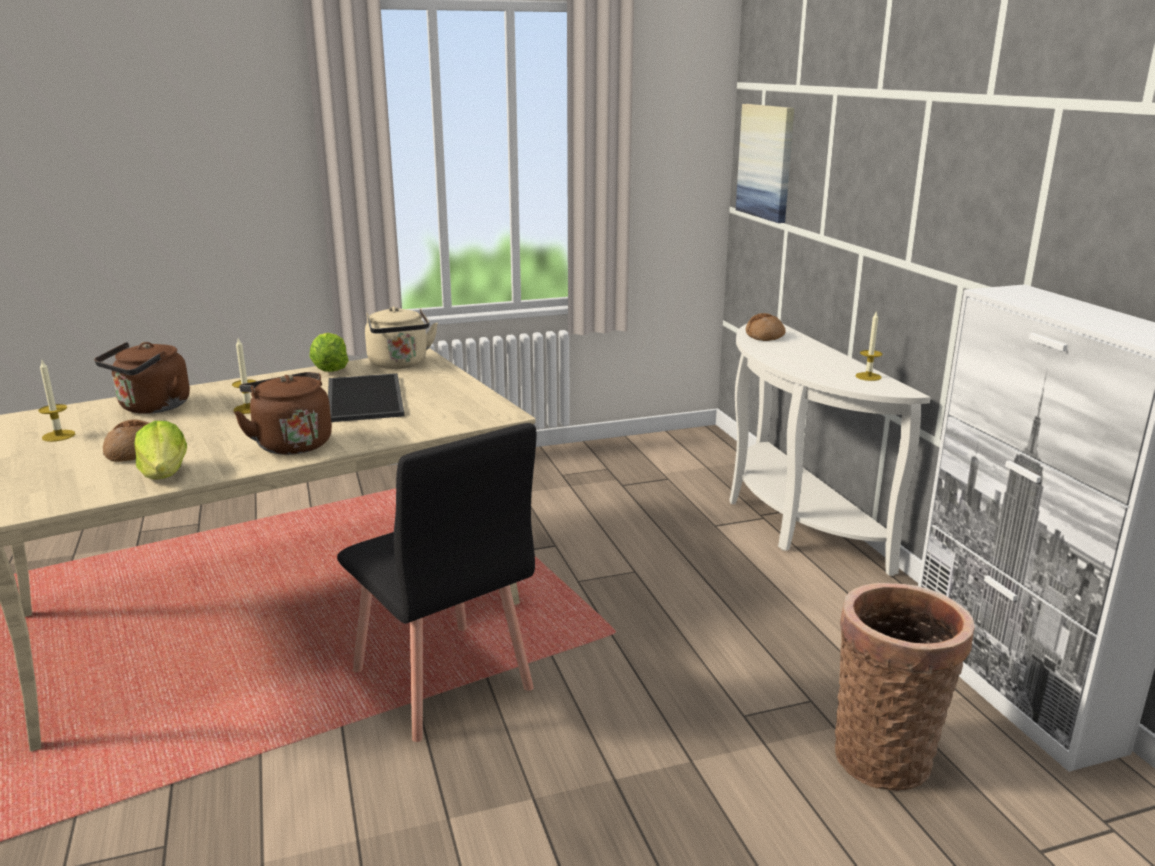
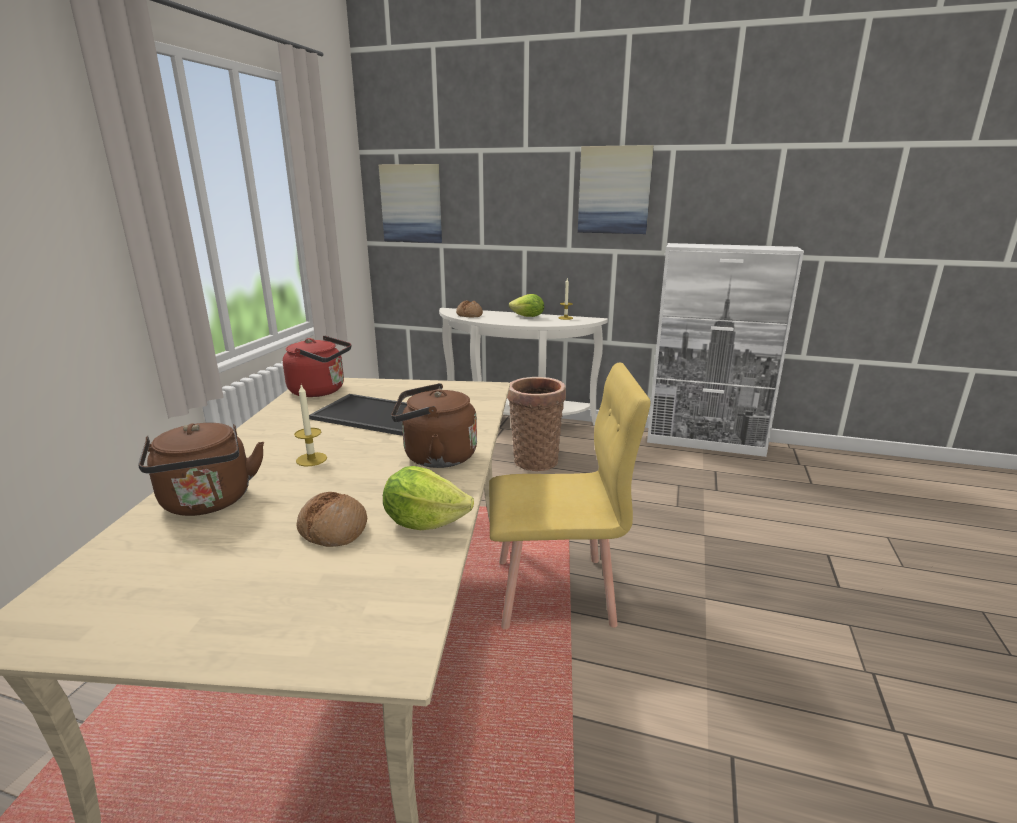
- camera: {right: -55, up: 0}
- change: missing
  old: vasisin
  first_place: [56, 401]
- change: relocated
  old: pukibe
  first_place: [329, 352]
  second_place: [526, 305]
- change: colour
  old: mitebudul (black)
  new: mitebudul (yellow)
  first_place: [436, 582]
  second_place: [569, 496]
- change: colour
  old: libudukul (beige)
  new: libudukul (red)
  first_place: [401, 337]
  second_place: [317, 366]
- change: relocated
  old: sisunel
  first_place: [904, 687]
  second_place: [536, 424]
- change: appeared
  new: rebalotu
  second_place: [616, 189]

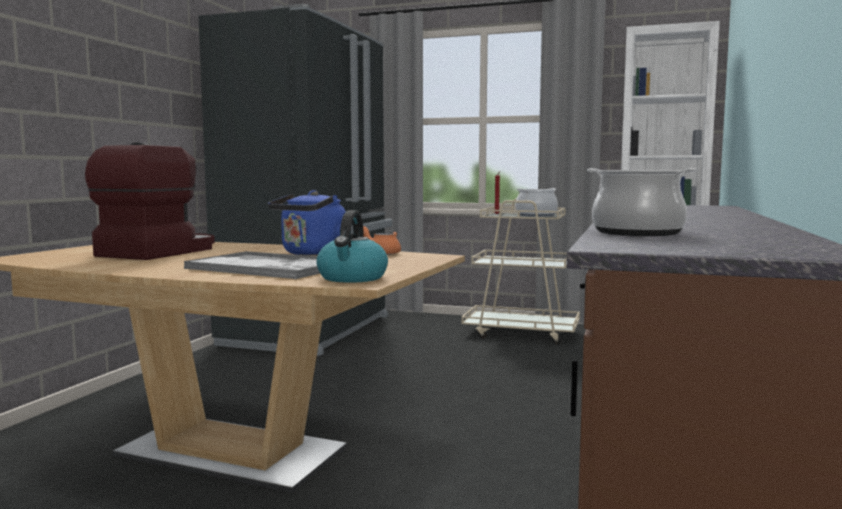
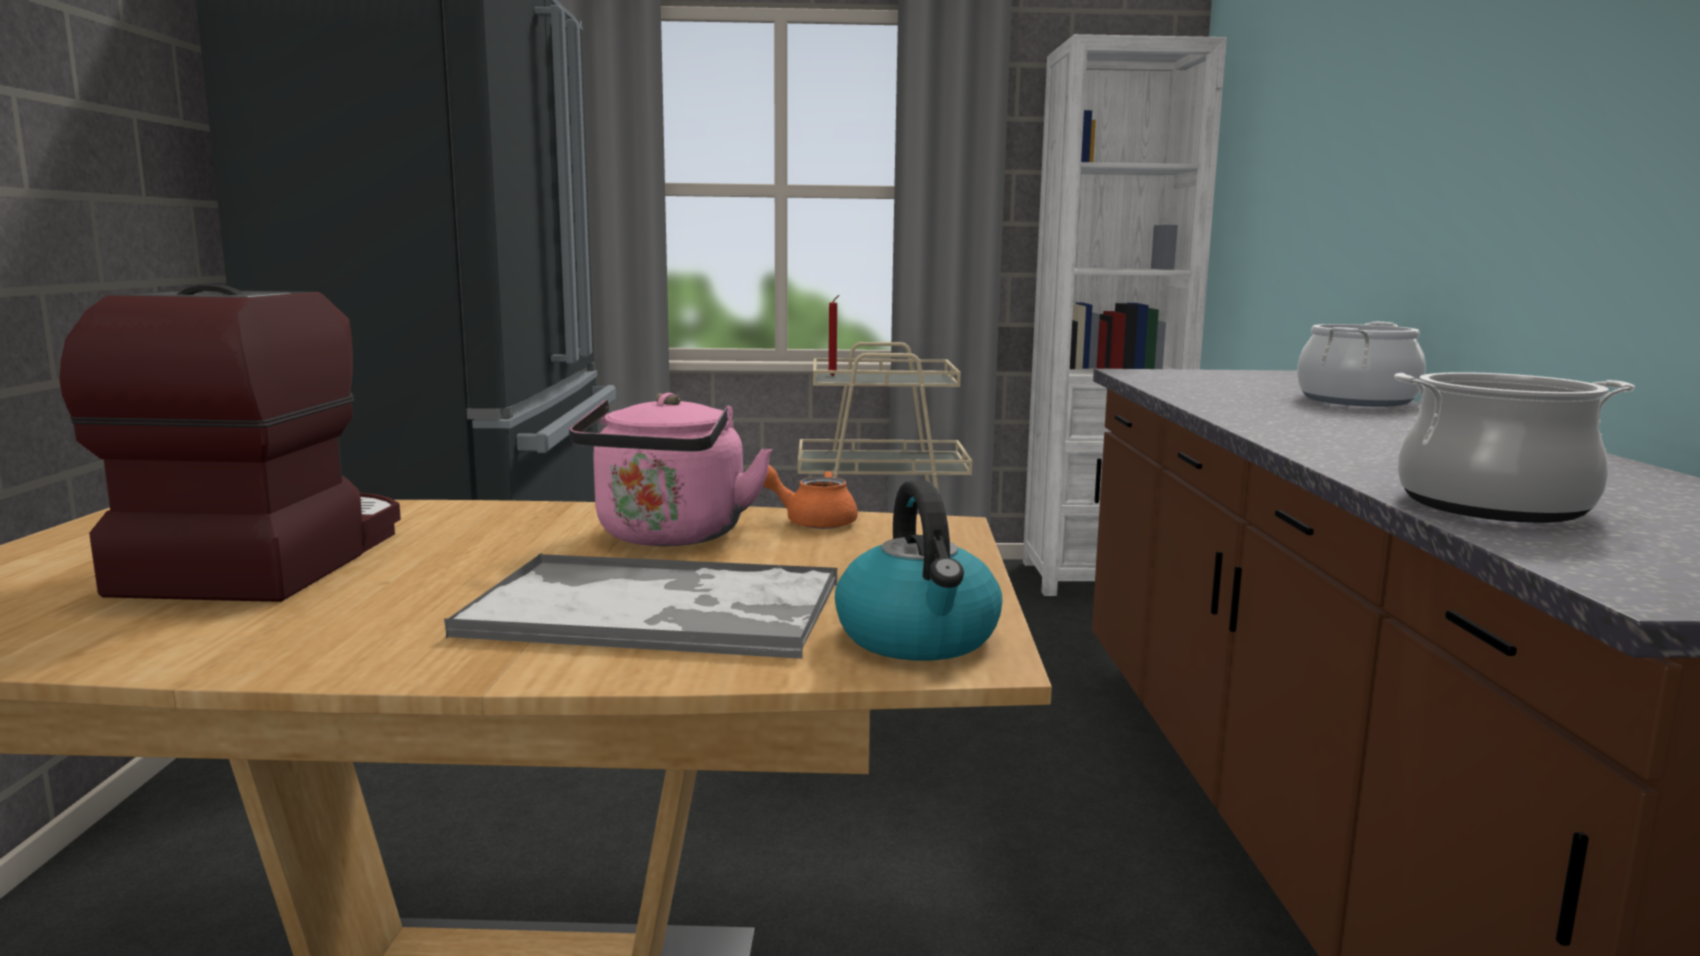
- camera: {right: -20, up: 5}
- change: colour
  old: libudukul (blue)
  new: libudukul (pink)
  first_place: [307, 223]
  second_place: [670, 469]
- change: relocated
  old: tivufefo
  first_place: [537, 202]
  second_place: [1361, 364]

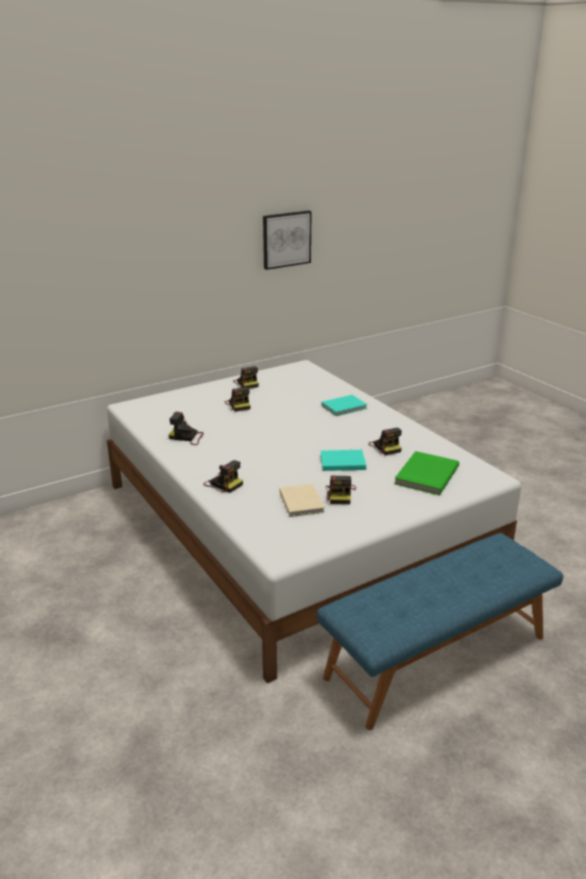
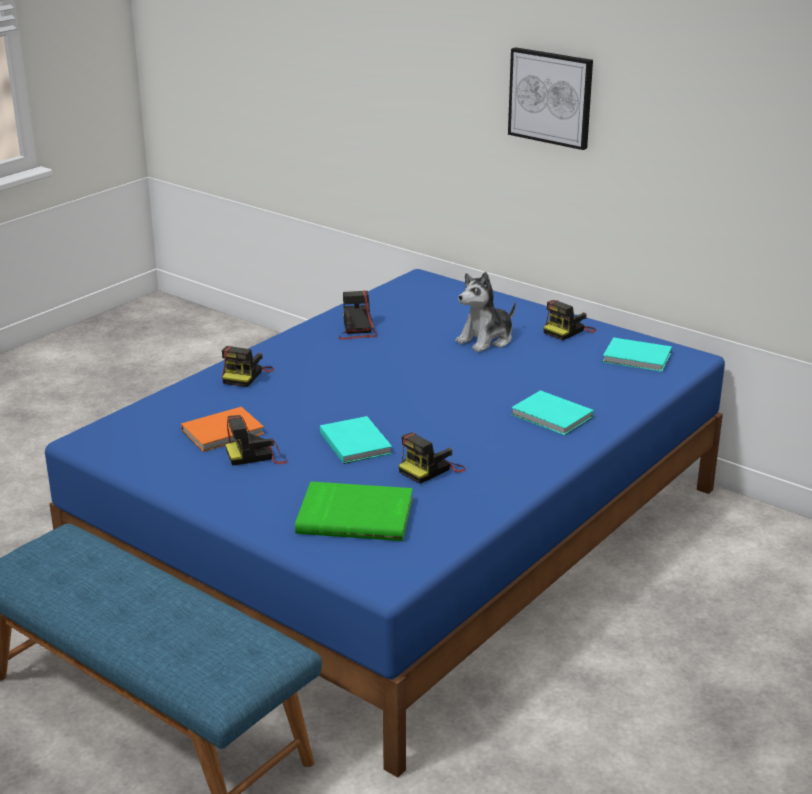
- camera: {right: 70, up: 0}
- change: colour
  old: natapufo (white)
  new: natapufo (blue)
  first_place: [314, 522]
  second_place: [385, 523]
- change: exchanged
  old: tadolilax
  new: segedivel
  first_place: [237, 399]
  second_place: [486, 312]
- change: relocated
  old: rebalotu
  first_place: [287, 240]
  second_place: [550, 98]
- change: colour
  old: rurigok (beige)
  new: rurigok (orange)
  first_place: [302, 500]
  second_place: [222, 429]
- change: appeared
  new: rurigok (turquoise)
  second_place: [637, 355]

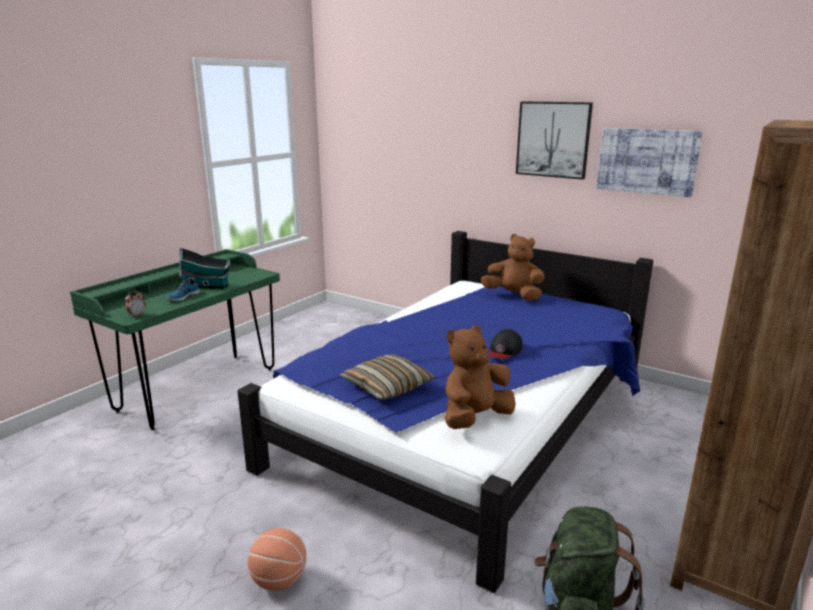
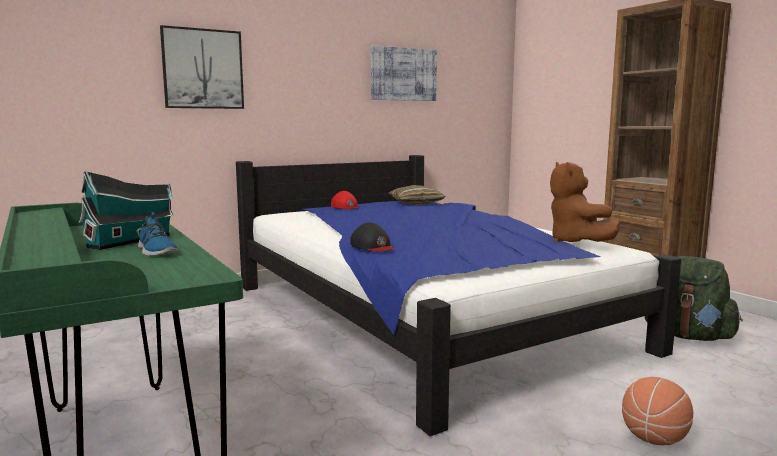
- camera: {right: -65, up: -10}
- change: missing
  old: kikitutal
  first_place: [135, 303]
- change: relocated
  old: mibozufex
  first_place: [387, 377]
  second_place: [416, 195]
- change: exchanged
  old: segedivel (brown)
  new: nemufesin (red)
  first_place: [513, 267]
  second_place: [345, 200]
- change: relocated
  old: nemufesin (black)
  first_place: [506, 344]
  second_place: [372, 237]
- change: relocated
  old: rebalotu
  first_place: [554, 140]
  second_place: [202, 67]

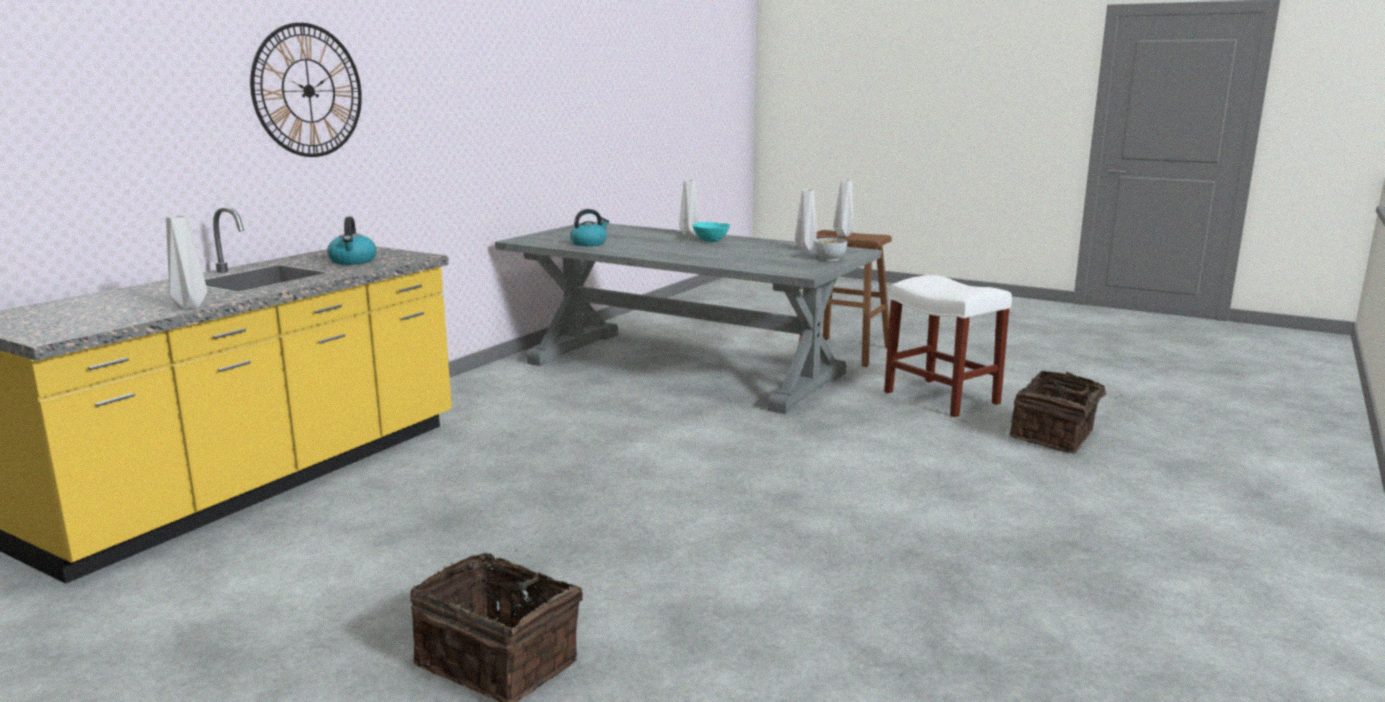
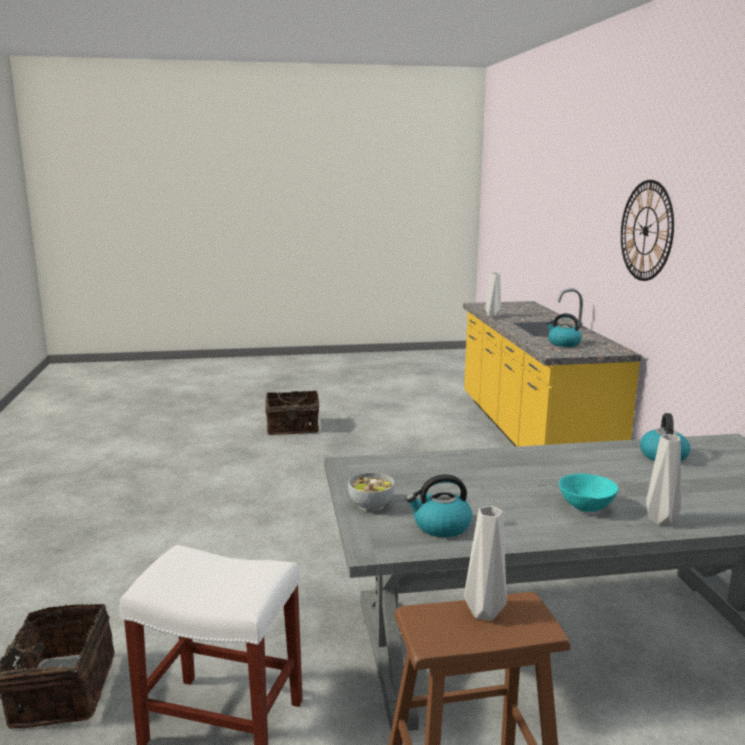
- camera: {right: 140, up: 0}
- change: exchanged
  old: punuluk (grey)
  new: libudukul
  first_place: [806, 220]
  second_place: [439, 505]

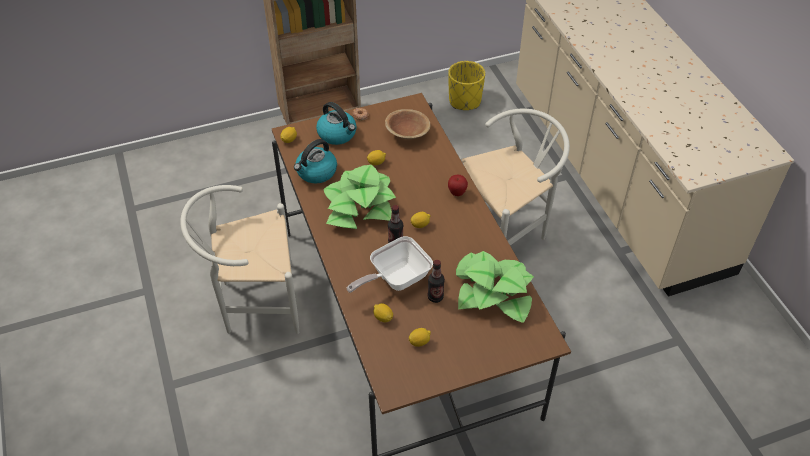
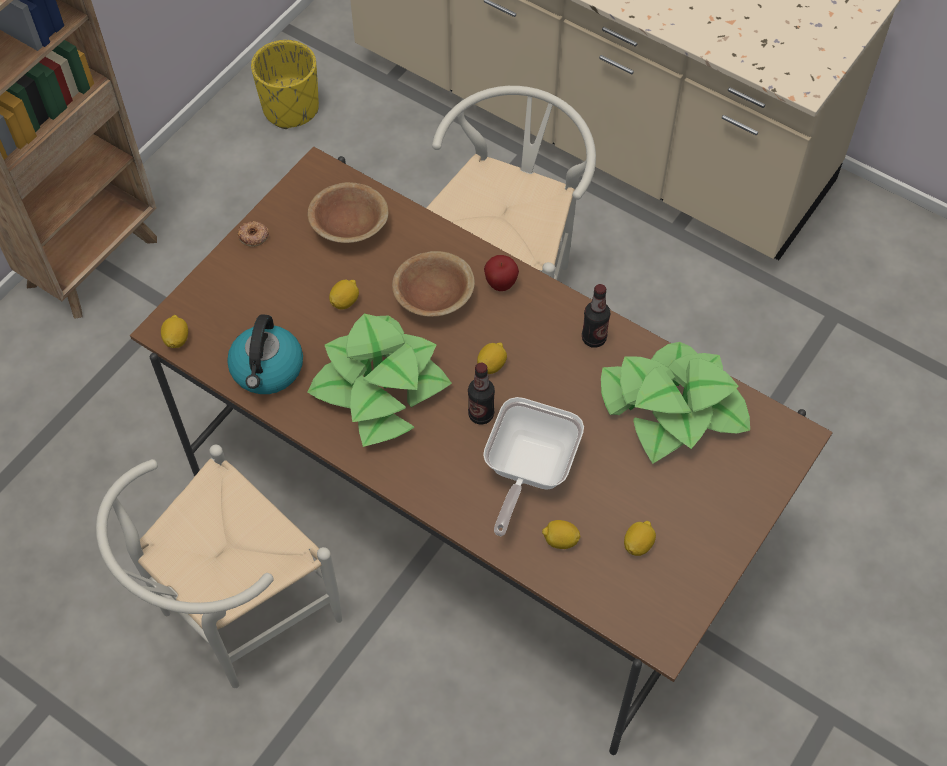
- camera: {right: -35, up: 10}
- change: missing
  old: libudukul
  first_place: [336, 123]
- change: relocated
  old: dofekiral
  first_place: [436, 281]
  second_place: [596, 316]
- change: appeared
  new: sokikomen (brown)
  second_place: [433, 284]

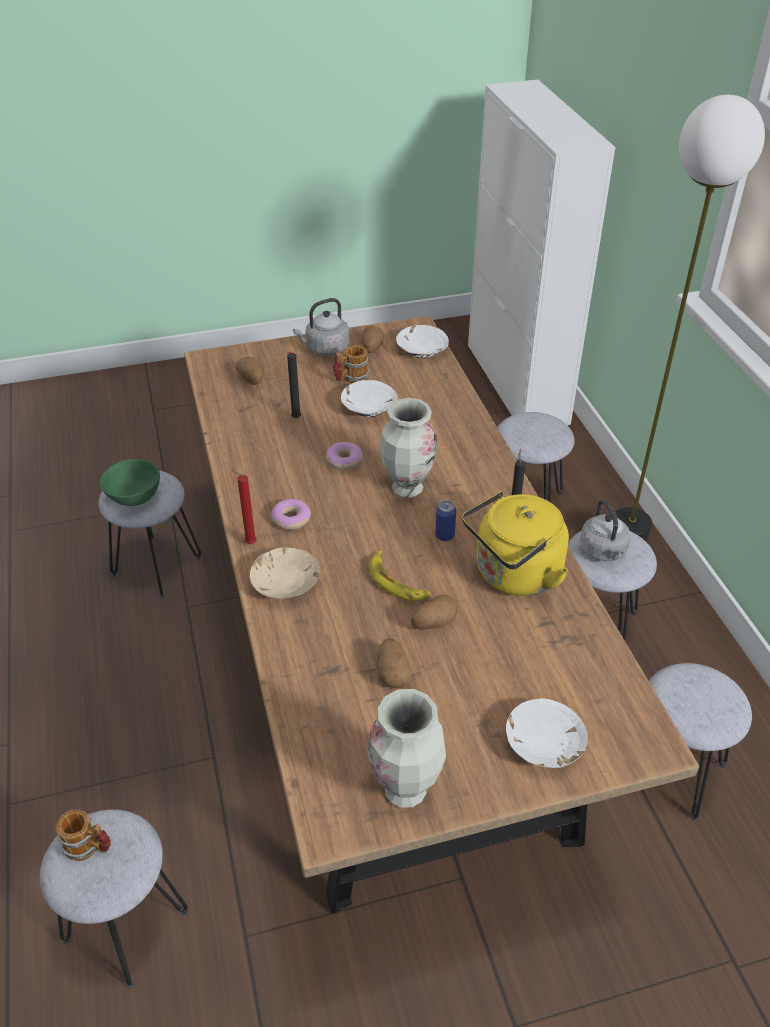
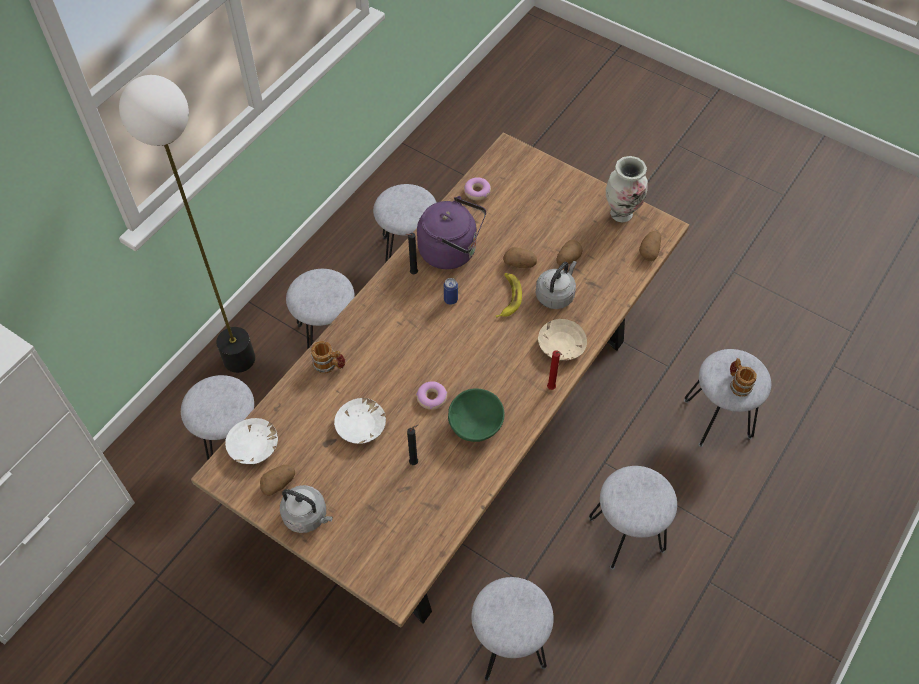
- camera: {right: -130, up: 15}
- change: relocated
  old: sokikomen (green)
  first_place: [130, 482]
  second_place: [476, 415]
- change: relocated
  old: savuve
  first_place: [250, 371]
  second_place: [650, 246]
- change: relocated
  old: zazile
  first_place: [291, 514]
  second_place: [477, 188]
- change: relocated
  old: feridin
  first_place: [351, 364]
  second_place: [328, 357]
- change: missing
  old: punuluk
  first_place: [408, 448]
- change: colour
  old: libudukul (yellow)
  new: libudukul (purple)
  first_place: [515, 543]
  second_place: [451, 232]
- change: missing
  old: sokikomen (white)
  first_place: [547, 733]
- change: relocated
  old: libudukul (grey)
  first_place: [605, 530]
  second_place: [556, 285]
- change: appeared
  new: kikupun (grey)
  second_place: [633, 518]

